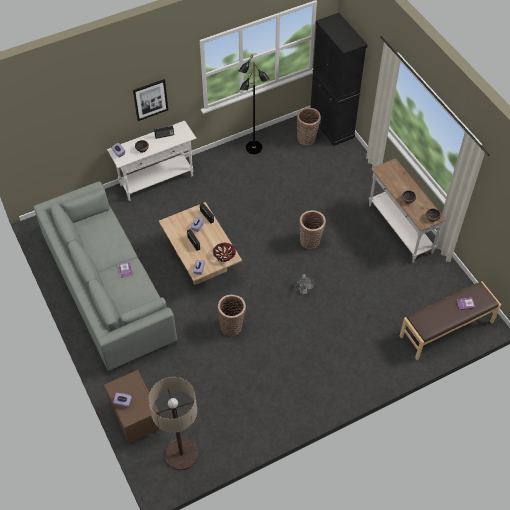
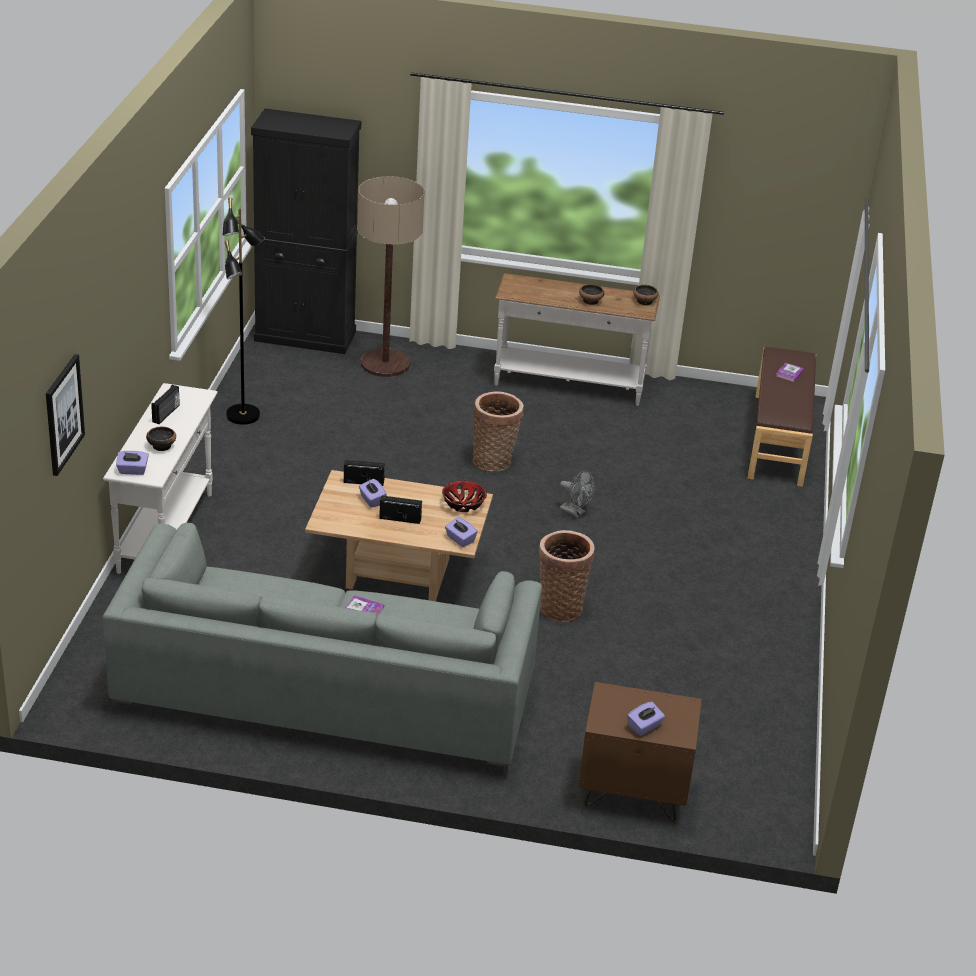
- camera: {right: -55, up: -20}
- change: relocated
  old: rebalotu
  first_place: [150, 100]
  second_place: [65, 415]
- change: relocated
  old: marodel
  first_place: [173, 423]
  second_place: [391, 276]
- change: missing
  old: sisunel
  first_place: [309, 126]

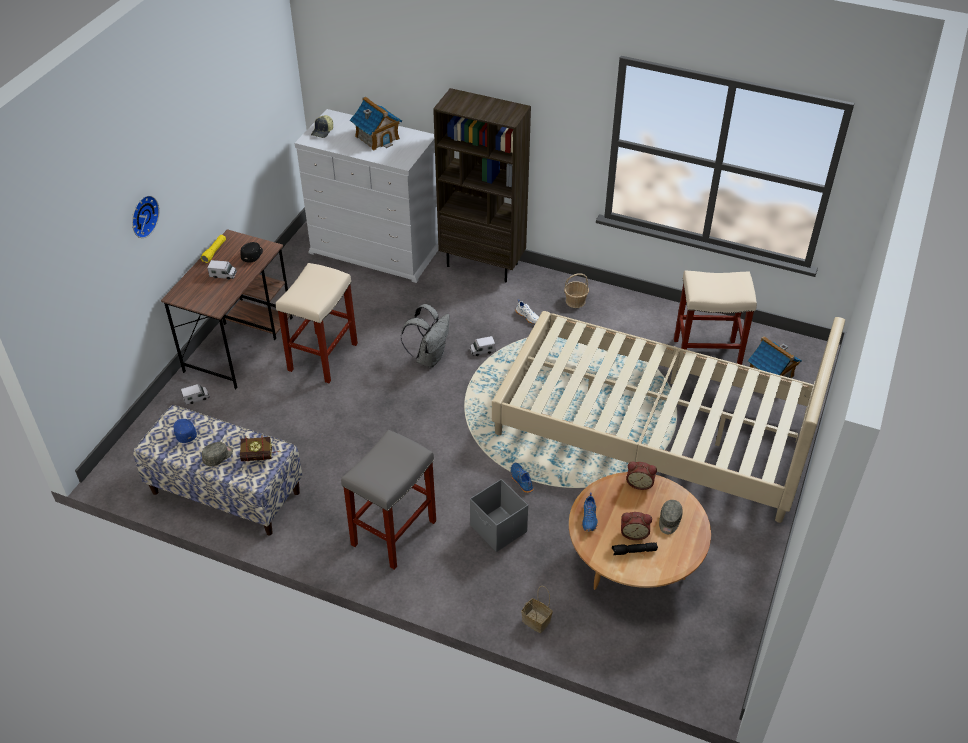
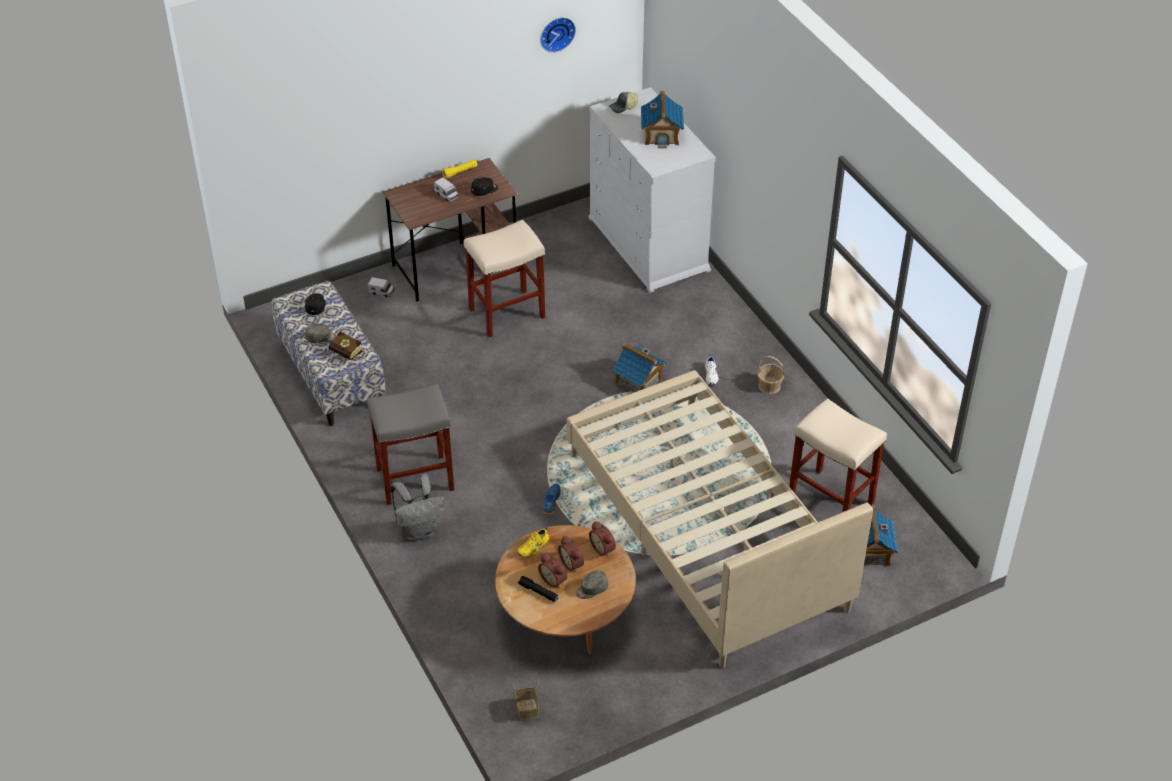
- camera: {right: 40, up: 0}
- change: relocated
  old: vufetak
  first_place: [145, 216]
  second_place: [558, 35]
- change: colour
  old: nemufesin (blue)
  new: nemufesin (black)
  first_place: [185, 431]
  second_place: [315, 304]
- change: relocated
  old: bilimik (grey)
  first_place: [425, 336]
  second_place: [417, 507]
- change: missing
  old: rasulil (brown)
  first_place: [482, 185]
- change: exchanged
  old: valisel
  new: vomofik
  first_place: [482, 346]
  second_place: [639, 367]
- change: missing
  old: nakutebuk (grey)
  first_place: [499, 515]
- change: relocated
  old: sisunel
  first_place: [537, 609]
  second_place: [526, 699]
- change: colour
  old: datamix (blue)
  new: datamix (yellow)
  first_place: [590, 512]
  second_place: [533, 542]
- change: appeared
  new: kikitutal
  second_place: [571, 554]

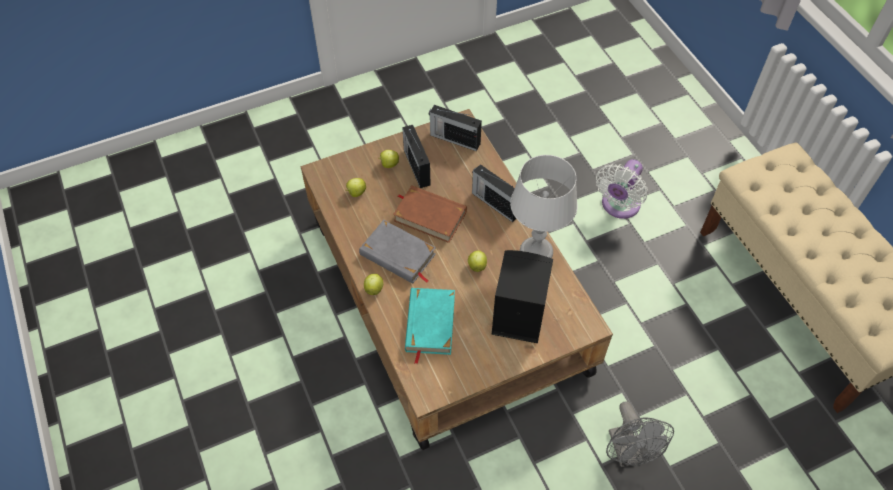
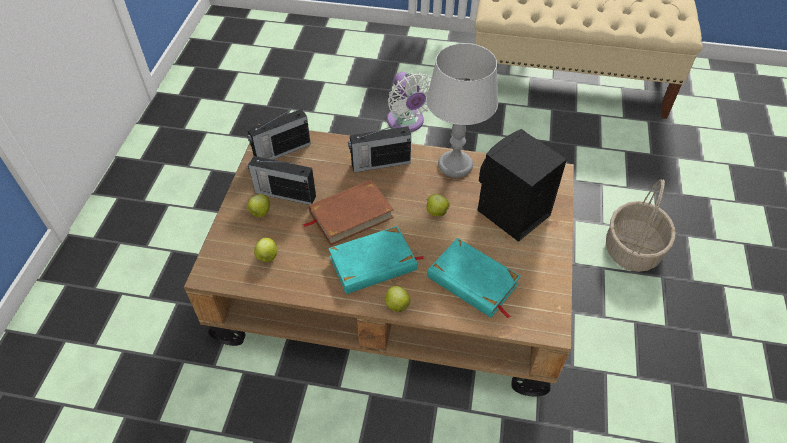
- camera: {right: -55, up: -5}
- change: colour
  old: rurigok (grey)
  new: rurigok (turquoise)
  first_place: [397, 252]
  second_place: [376, 260]
- change: exchanged
  old: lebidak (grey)
  new: sisunel
  first_place: [640, 434]
  second_place: [640, 225]

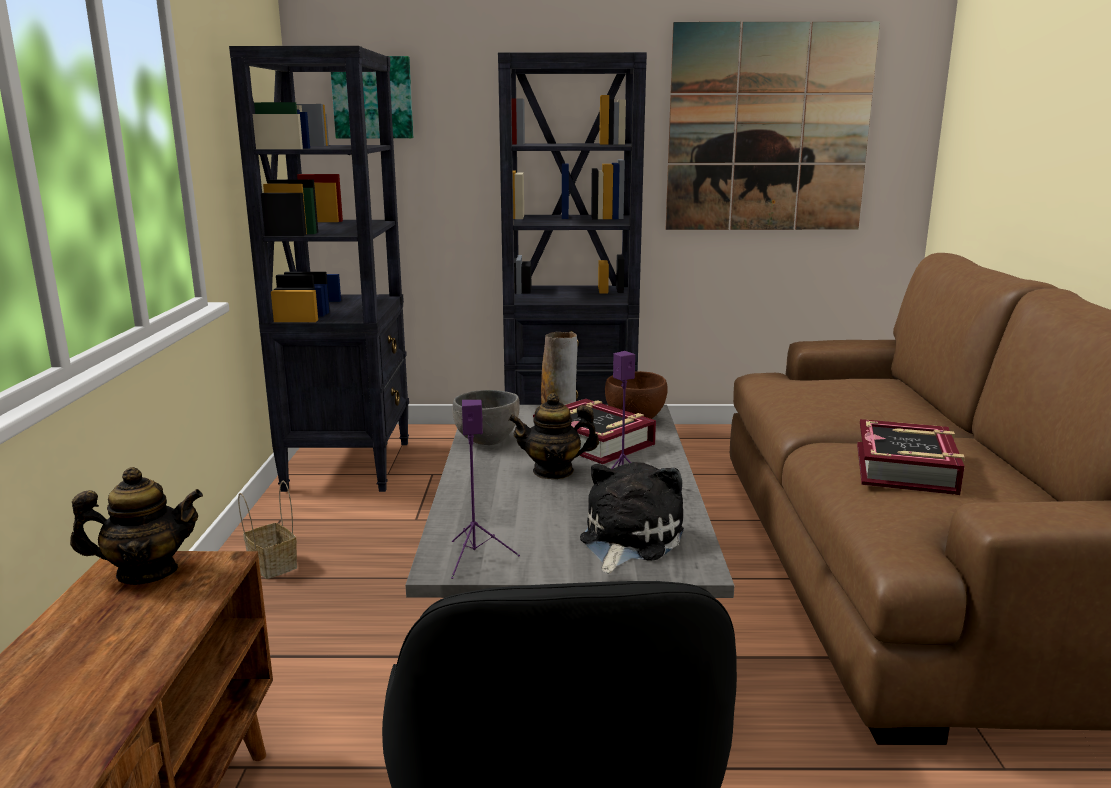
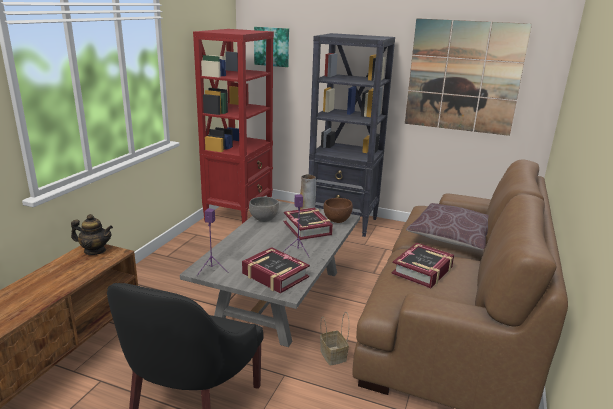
- camera: {right: 20, up: 5}
- change: colour
  old: rasulil (black)
  new: rasulil (red)
  first_place: [319, 269]
  second_place: [233, 126]
- change: relocated
  old: sisunel
  first_place: [267, 529]
  second_place: [334, 339]
- change: missing
  old: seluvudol
  first_place: [553, 436]
- change: exchanged
  old: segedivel
  new: rurigok
  first_place: [632, 518]
  second_place: [276, 270]
- change: appeared
  new: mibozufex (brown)
  second_place: [447, 226]

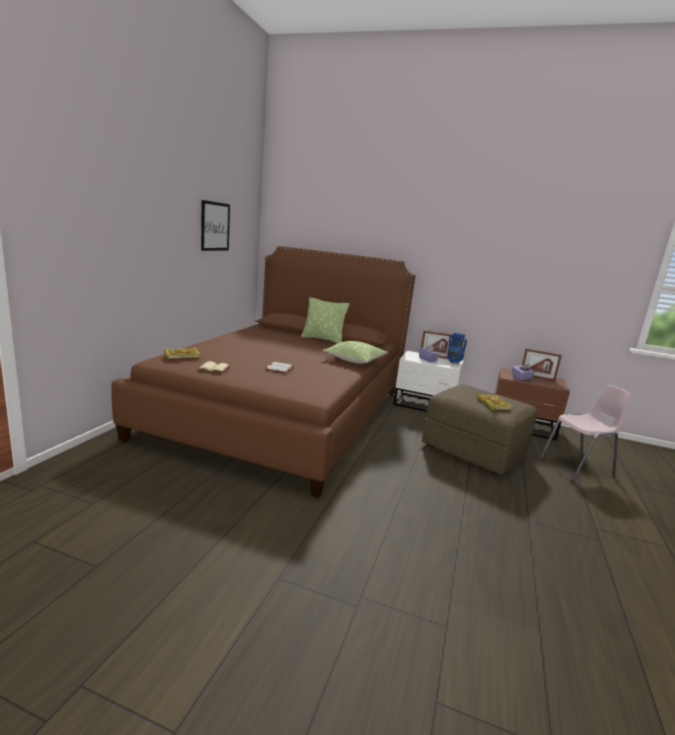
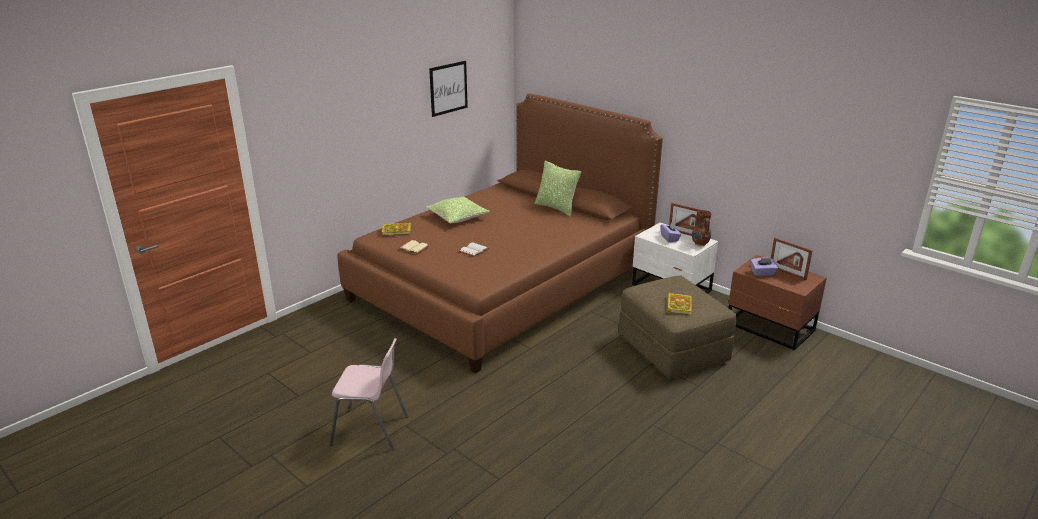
- camera: {right: 25, up: 10}
- change: relocated
  old: mibozufex
  first_place: [355, 352]
  second_place: [457, 210]
- change: colour
  old: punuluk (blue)
  new: punuluk (brown)
  first_place: [457, 348]
  second_place: [701, 228]
- change: relocated
  old: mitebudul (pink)
  first_place: [585, 433]
  second_place: [369, 394]

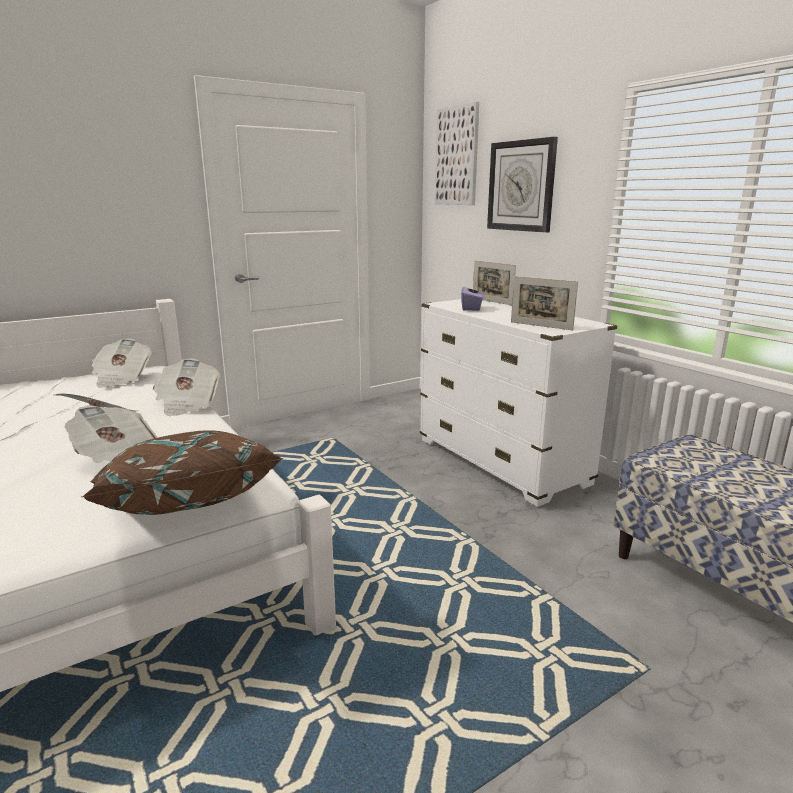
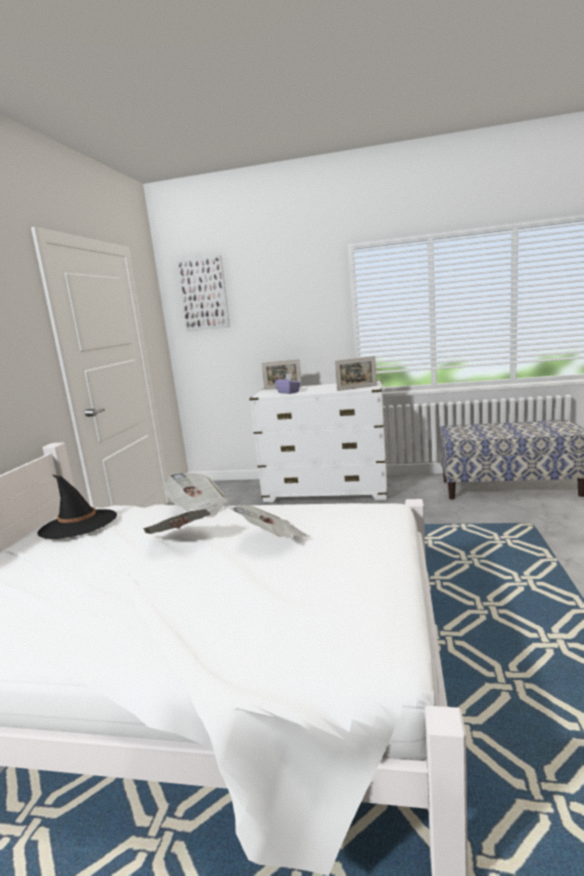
- camera: {right: -45, up: -5}
- change: missing
  old: mibozufex (brown)
  first_place: [182, 472]
- change: exchanged
  old: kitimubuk
  new: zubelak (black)
  first_place: [121, 363]
  second_place: [77, 507]
- change: missing
  old: vufetak
  first_place: [522, 185]

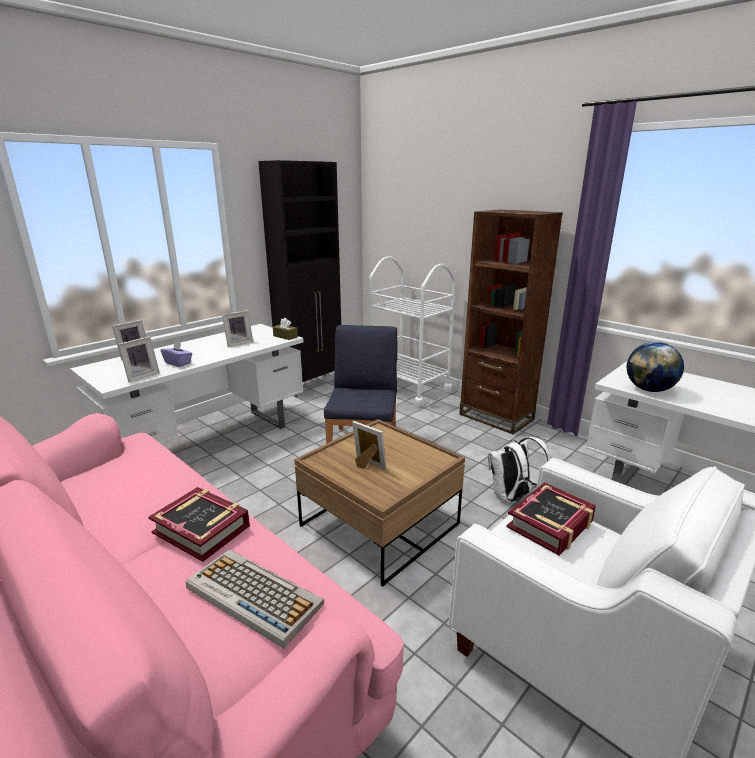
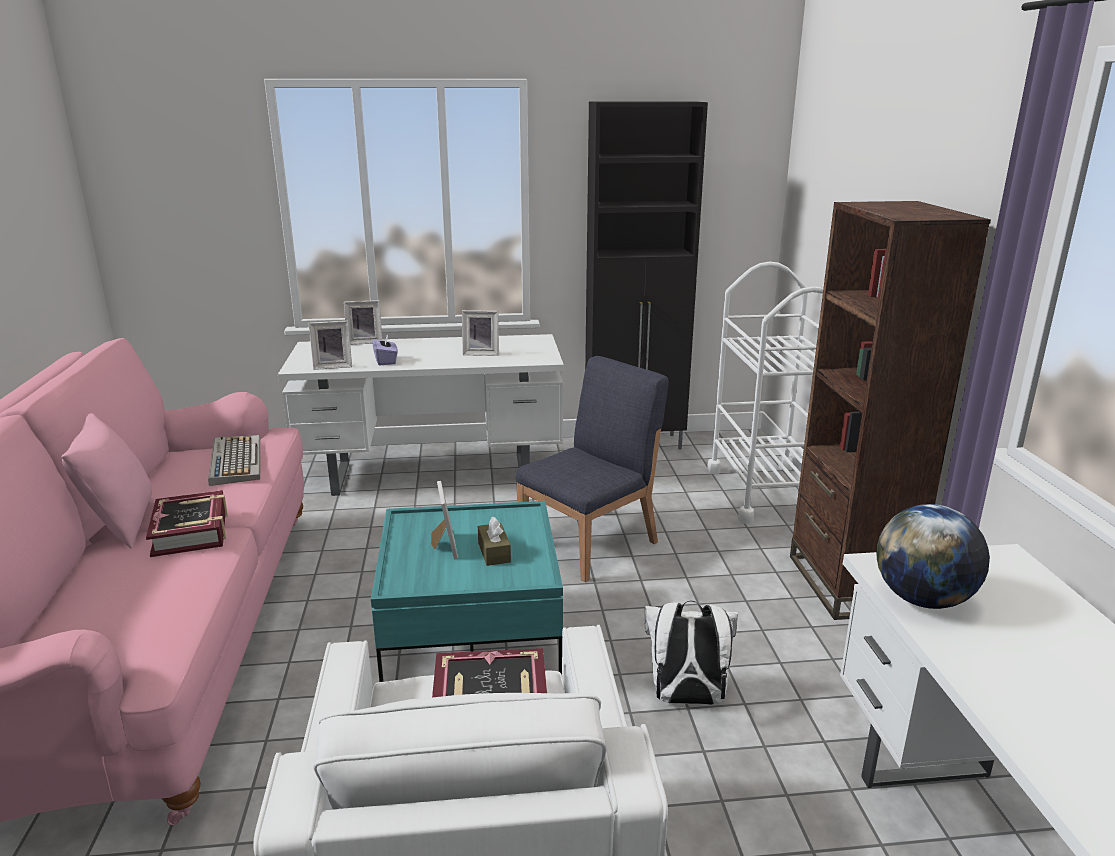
- camera: {right: 40, up: 0}
- change: relocated
  old: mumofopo
  first_place: [255, 599]
  second_place: [234, 460]
- change: relocated
  old: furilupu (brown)
  first_place: [285, 329]
  second_place: [494, 541]
- change: colour
  old: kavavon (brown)
  new: kavavon (turquoise)
  first_place: [379, 503]
  second_place: [467, 591]
- change: appeared
  new: mibozufex (pink)
  second_place: [106, 480]

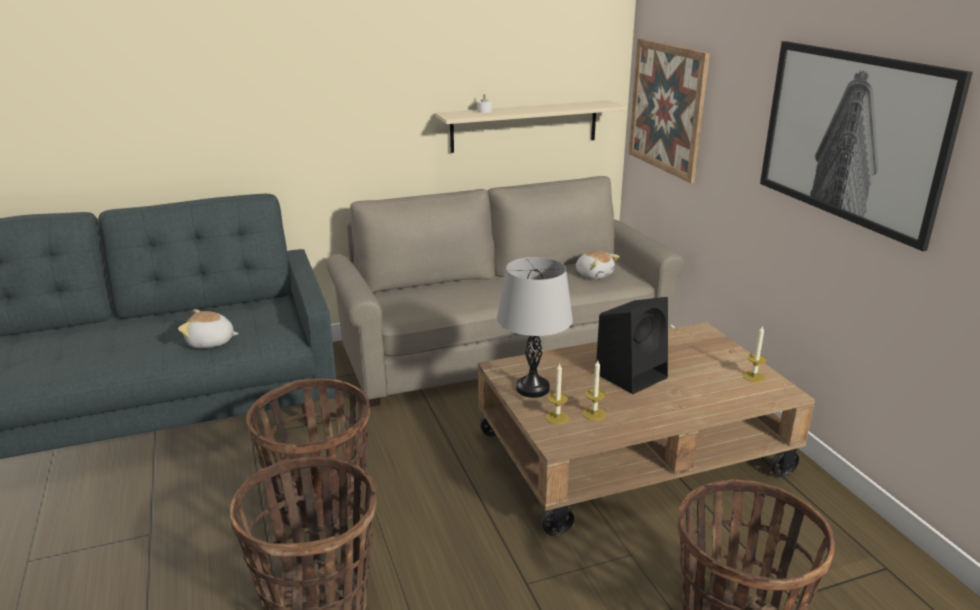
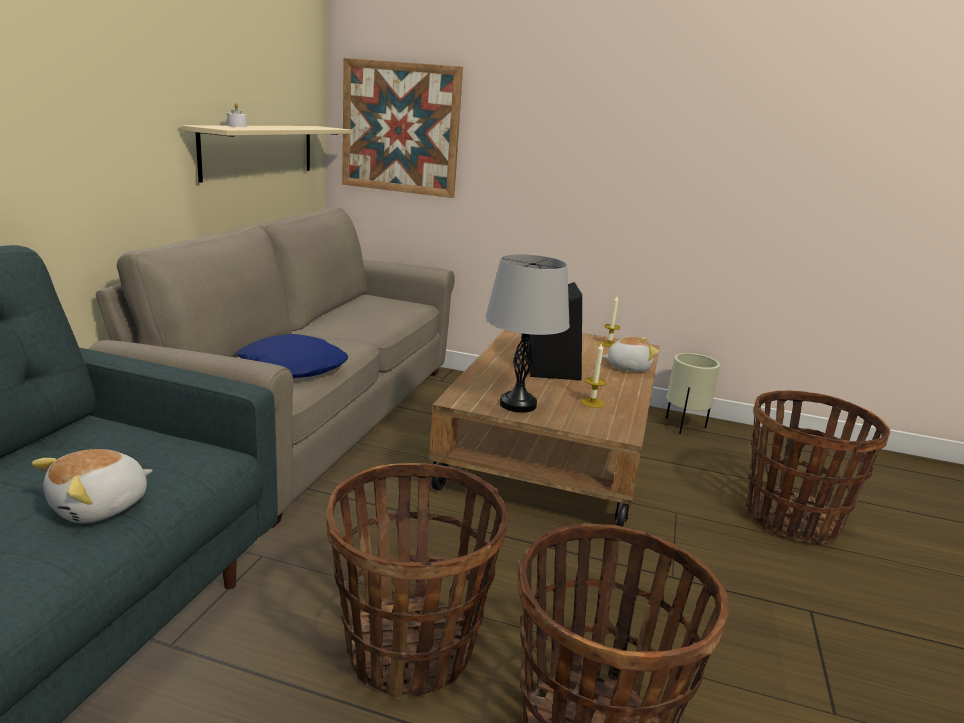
- camera: {right: -55, up: -5}
- change: missing
  old: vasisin
  first_place: [557, 393]
- change: relocated
  old: segedivel
  first_place: [597, 265]
  second_place: [630, 354]
- change: missing
  old: rebalotu
  first_place: [866, 146]
- change: appeared
  new: mibozufex (blue)
  second_place: [292, 356]
- change: appeared
  new: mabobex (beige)
  second_place: [693, 393]

